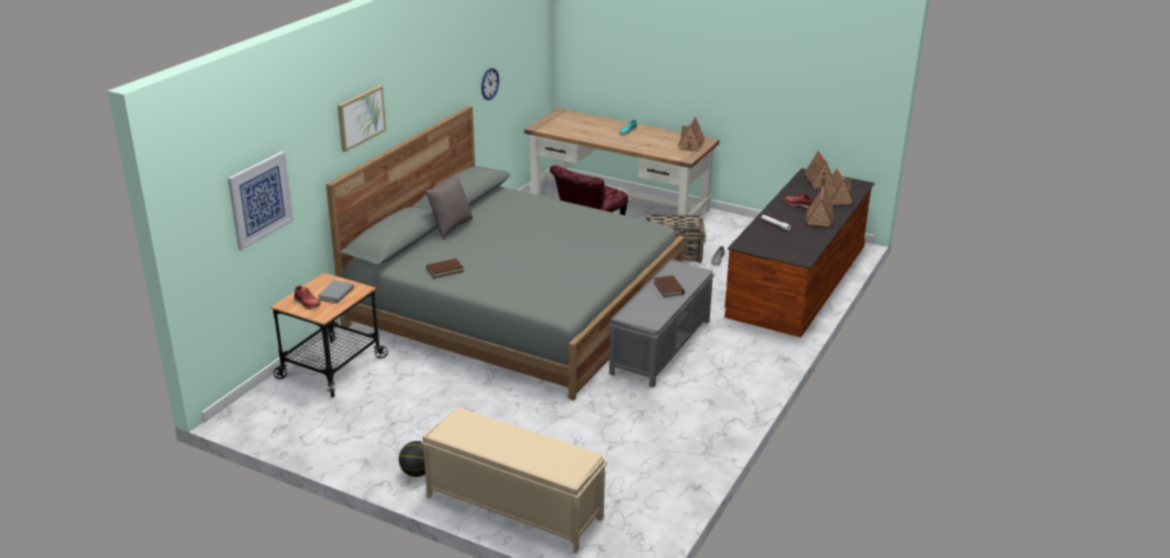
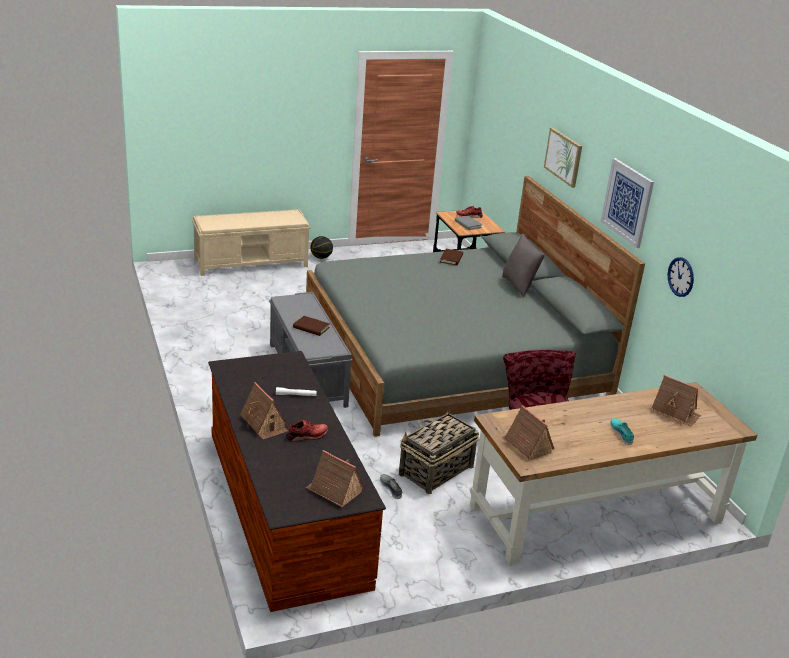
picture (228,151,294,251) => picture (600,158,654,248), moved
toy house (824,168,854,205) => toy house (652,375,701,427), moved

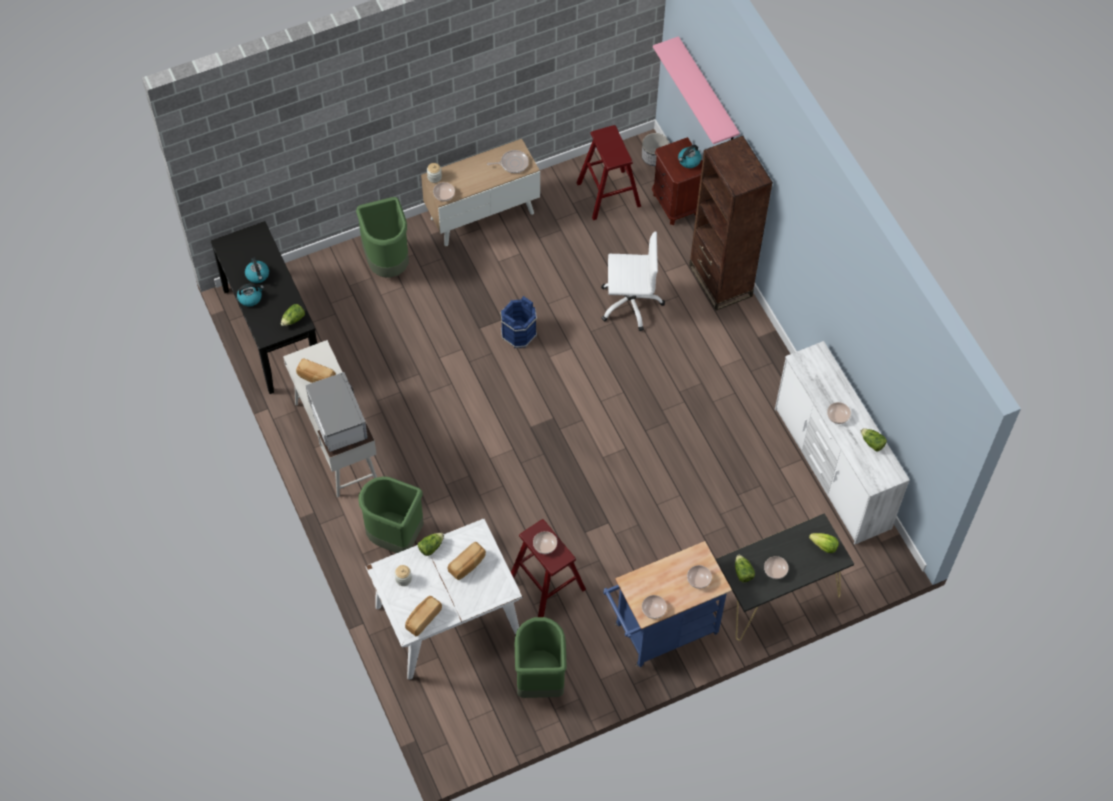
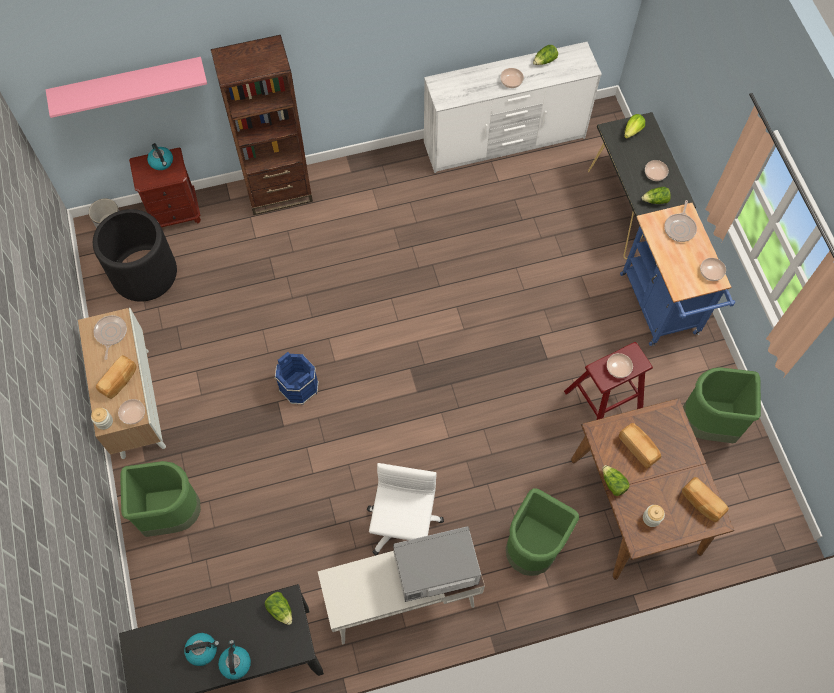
stool/red (577,125,641,220) => planter/black (93,209,177,302)
bread (296,358,336,383) => bread (96,355,137,399), moved
office chair/white (601,231,665,331) => office chair/white (367,463,444,556), moved
dining table/white (365,518,523,680) => dining table/brown (571,398,734,580)
bowl (687,565,712,589) => frying pan (664,200,697,242)

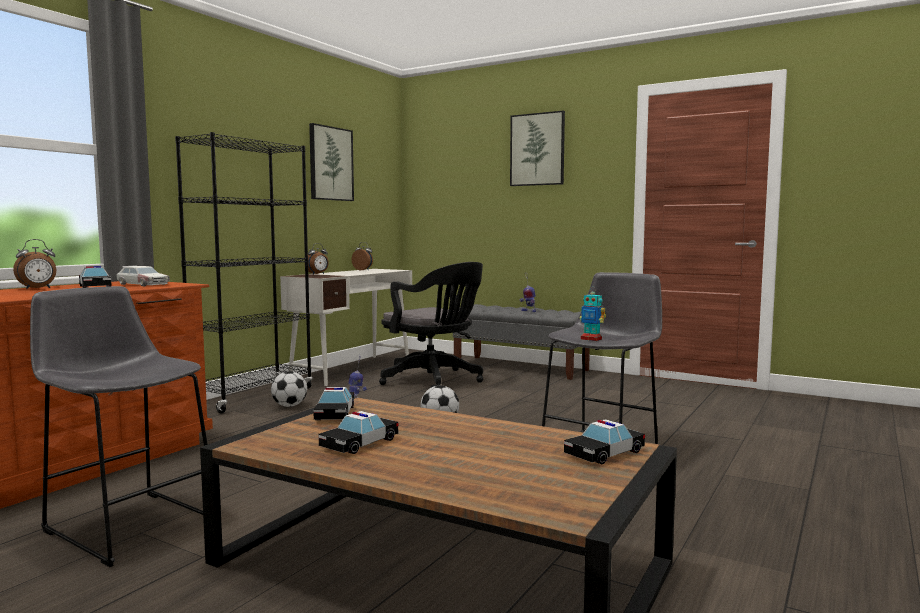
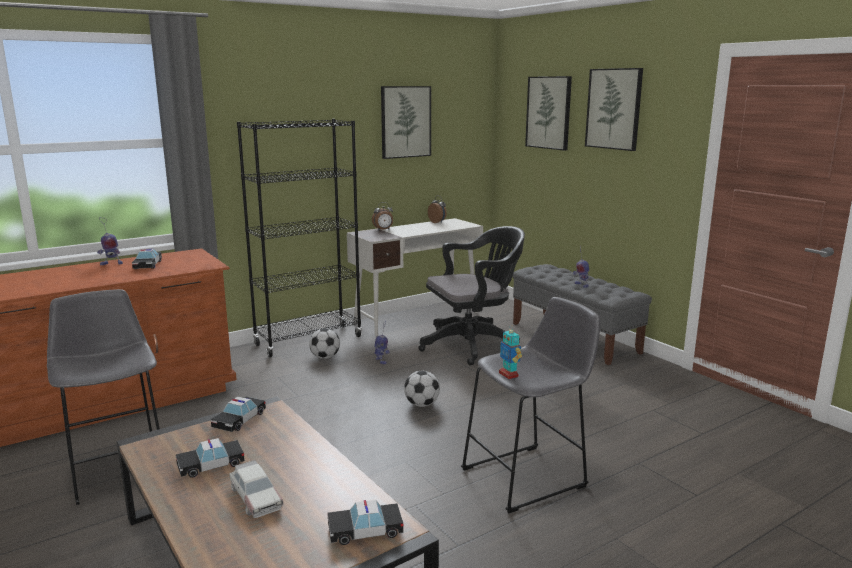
alarm clock (13,239,56,289) => toy robot (97,217,123,265)
toy car (116,265,170,286) => toy car (229,460,284,518), moved
office chair/black (379,262,483,387) => office chair/black (418,226,525,365), 90 degrees counterclockwise
nothing => picture (525,76,572,151)

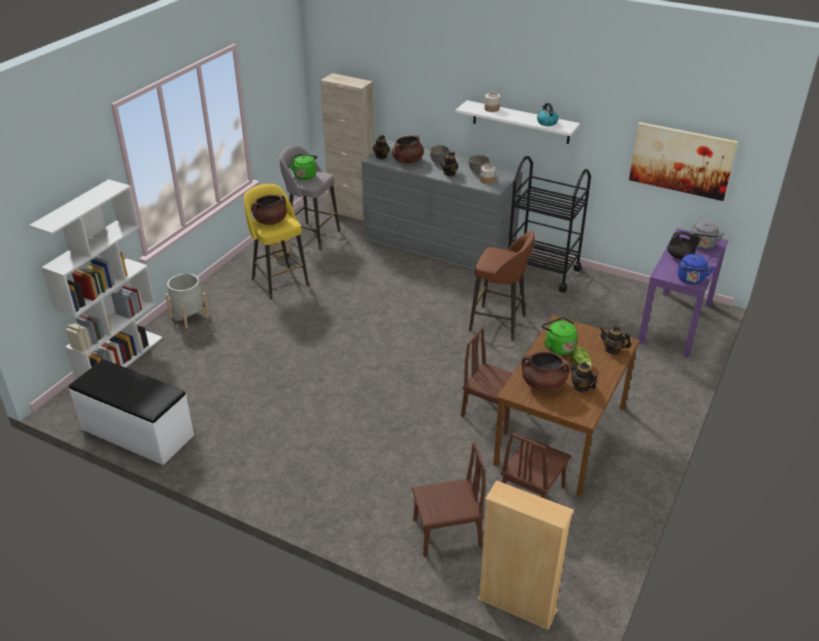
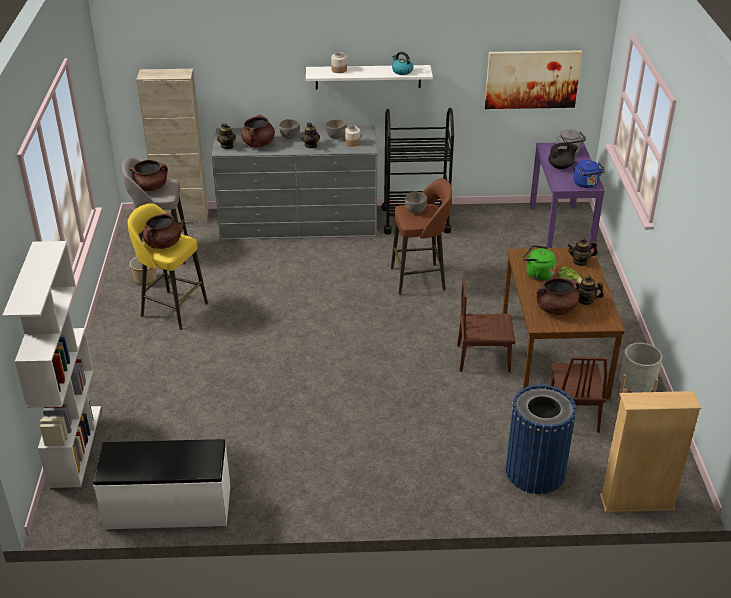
kettle/green (290,154,318,180) => cooking pot/brown (130,160,168,191)
nothing => bowl/grey (405,192,427,214)
chair/brown (412,442,485,557) => trash can/blue (506,384,576,494)
planter/grey (165,274,209,328) => planter/grey (618,343,662,401), moved

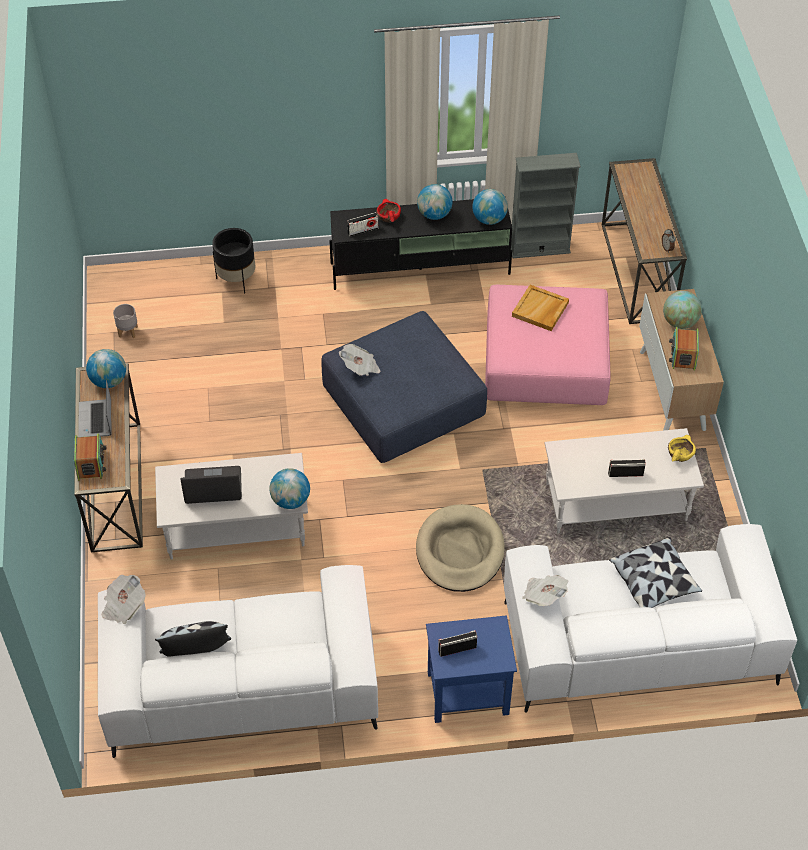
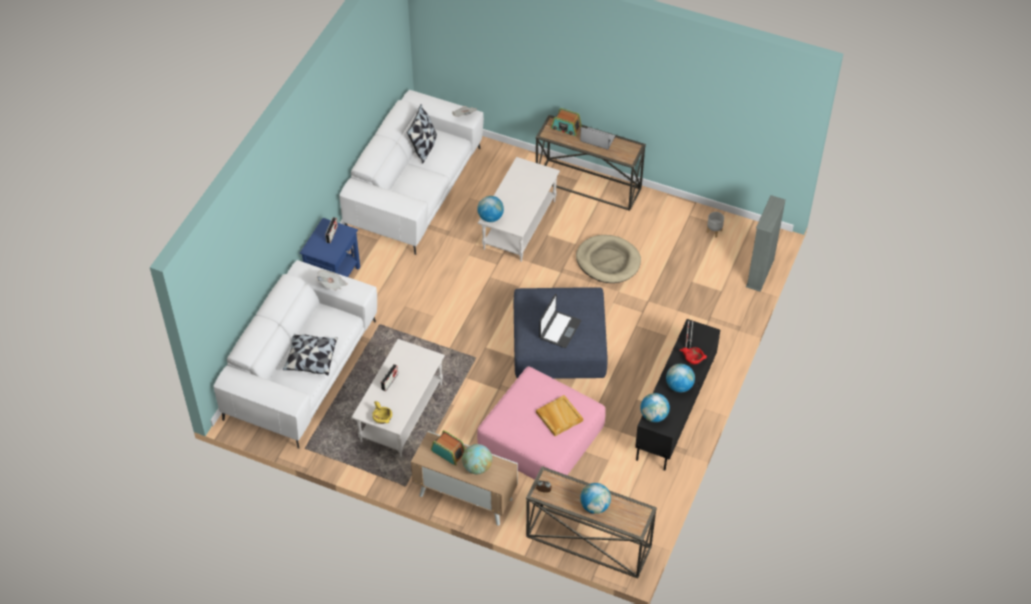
laptop (180,466,242,504) => laptop (539,294,581,348), moved
dog bed/beige (416,504,505,592) => dog bed/beige (576,235,641,283), moved
globe (86,349,126,388) => globe (580,483,611,514), moved
bookcase/grey (511,153,581,258) => bookcase/grey (746,195,786,292), moved
planter/black (212,228,255,293) => nothing
newspaper (339,344,381,376) => nothing

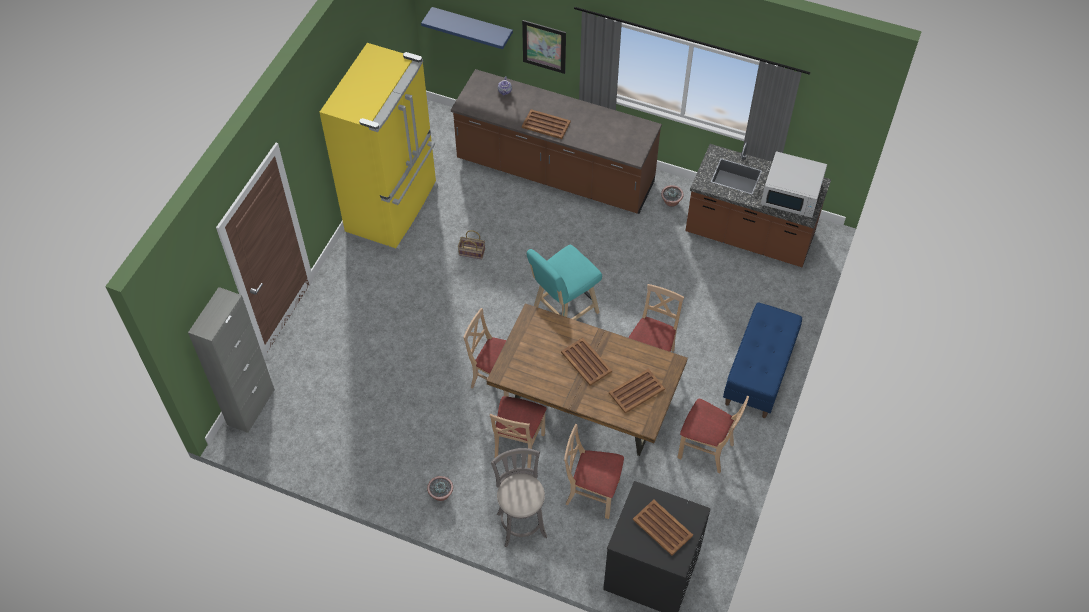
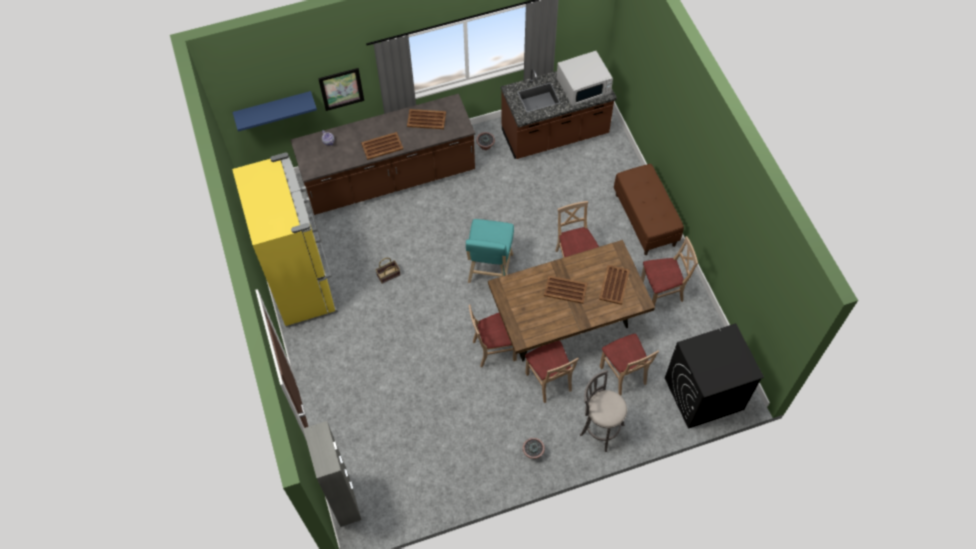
tray/brown (633,499,693,556) => tray/brown (407,109,446,129), moved
chair/beige (564,424,624,519) => chair/beige (600,334,659,396), 90 degrees counterclockwise
bench/blue (723,302,802,418) => bench/brown (614,164,684,255)

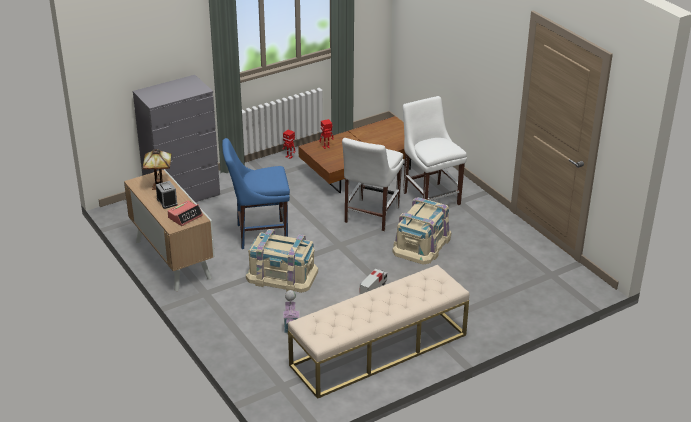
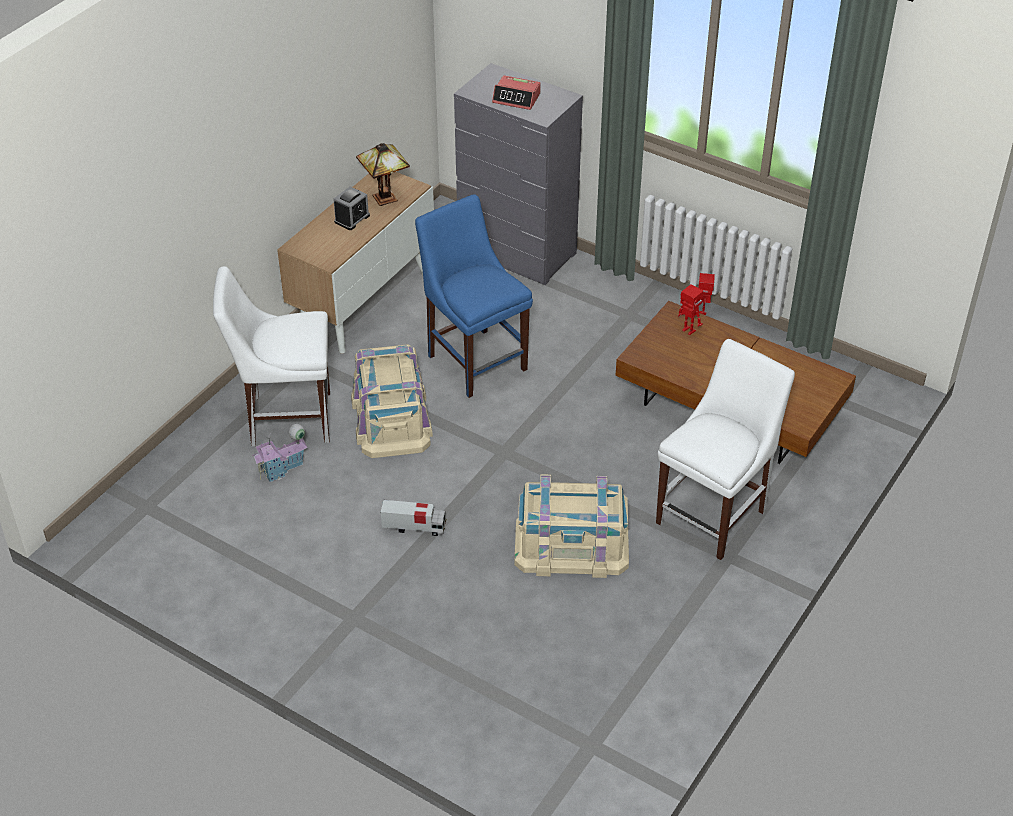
chair/white (342,138,404,231) => chair/white (213,266,330,446), moved
alarm clock (167,200,203,226) => alarm clock (492,75,541,110), moved
bench/beige (288,265,469,399) => nothing

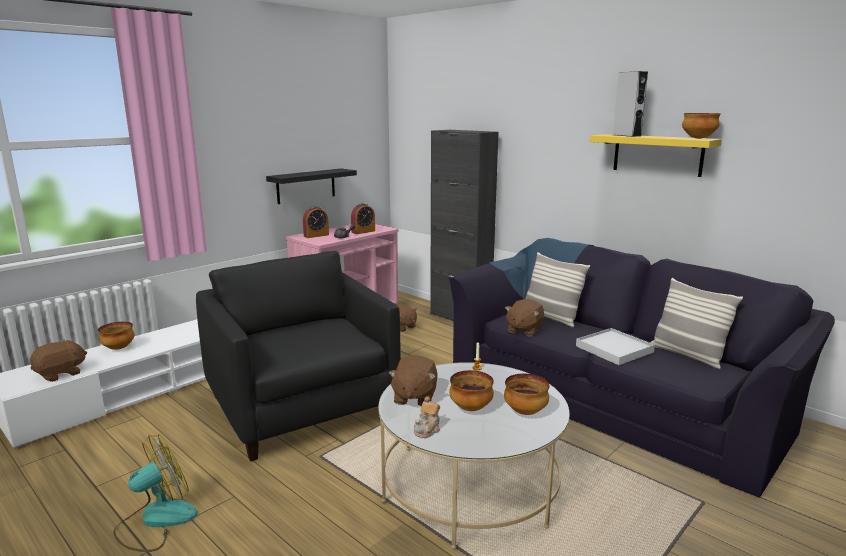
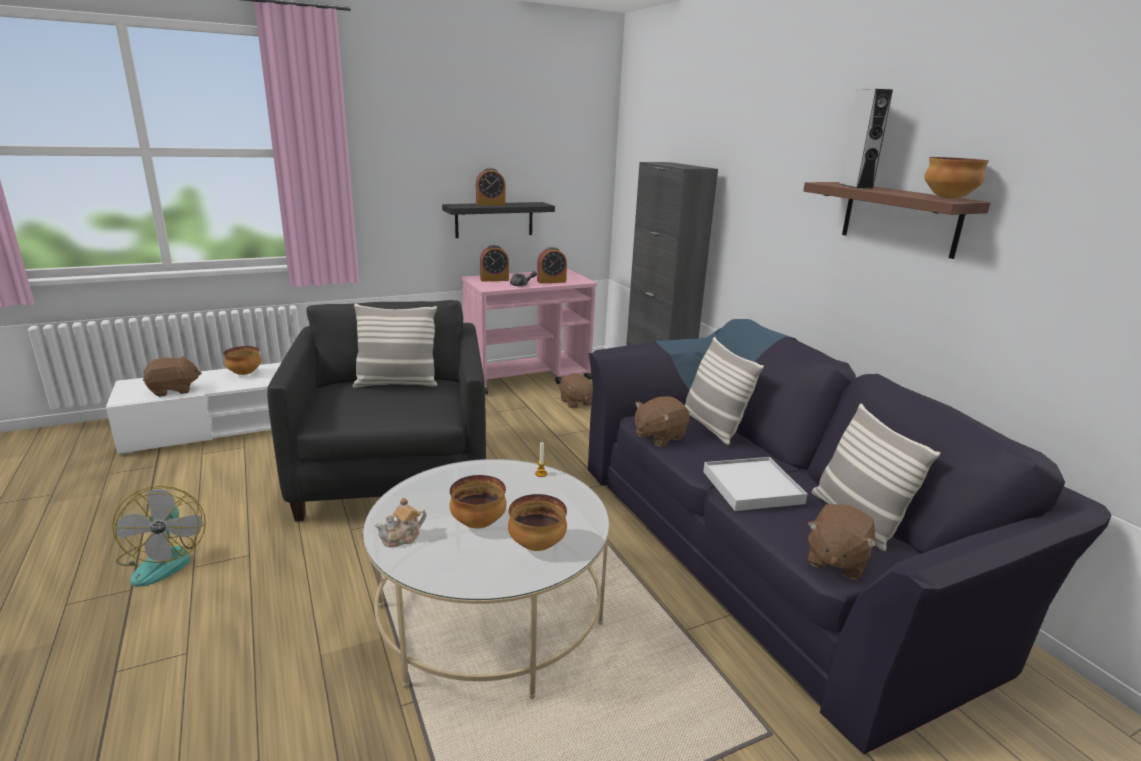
fan (113,434,198,552) => fan (112,486,206,587), 90 degrees clockwise
nothing => pillow (353,304,437,388)
nothing => alarm clock (476,168,506,206)
shelf/yellow (590,134,722,177) => shelf/brown (803,182,990,259)
plush toy/brown (389,355,438,406) => plush toy/brown (807,504,877,580), moved

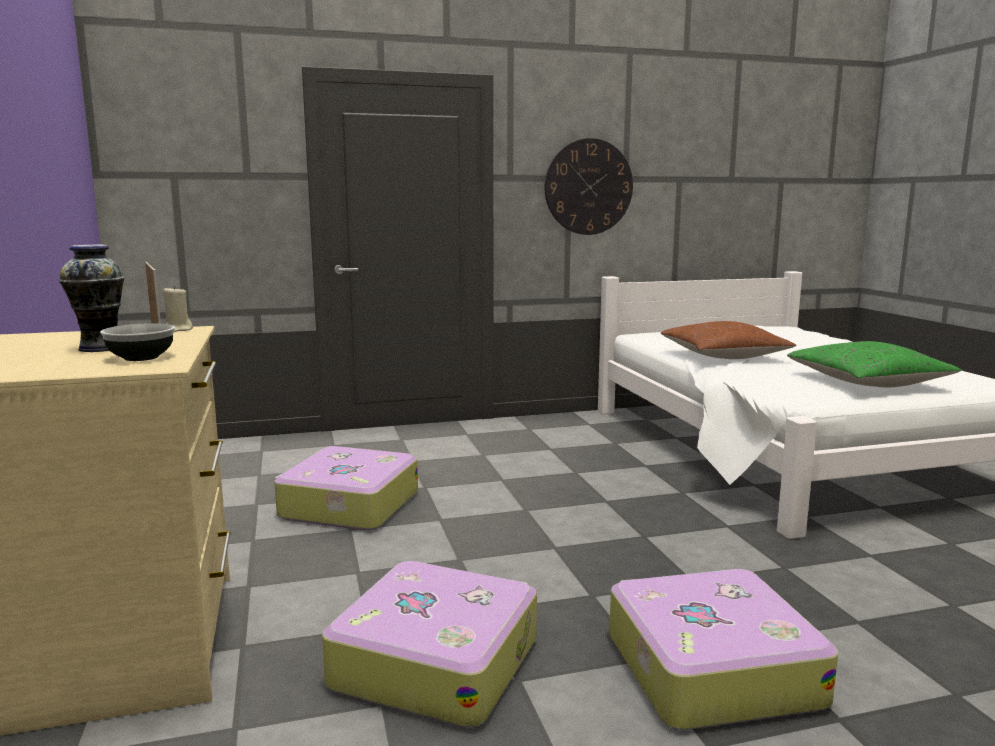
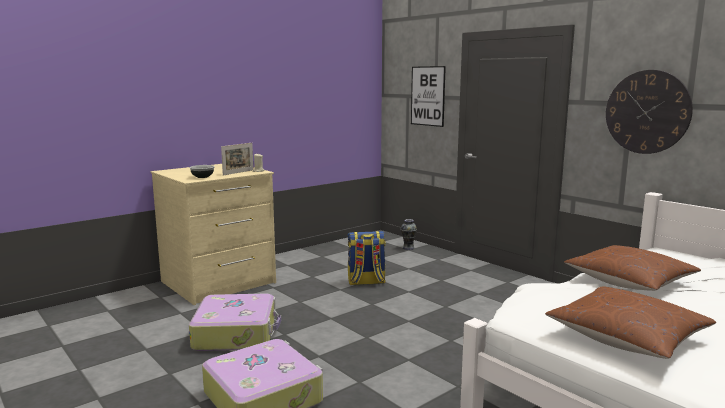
suitcase (274,446,418,531) => backpack (348,231,386,285)
vase (59,245,125,352) => vase (400,219,417,250), moved
nothing => picture (411,66,446,127)
pillow/green (787,341,962,387) => pillow/brown (545,287,716,359)

